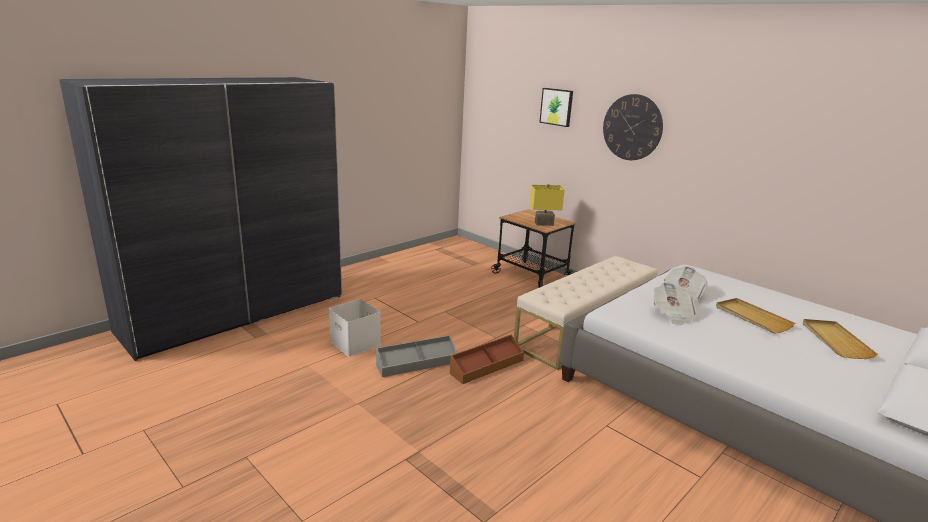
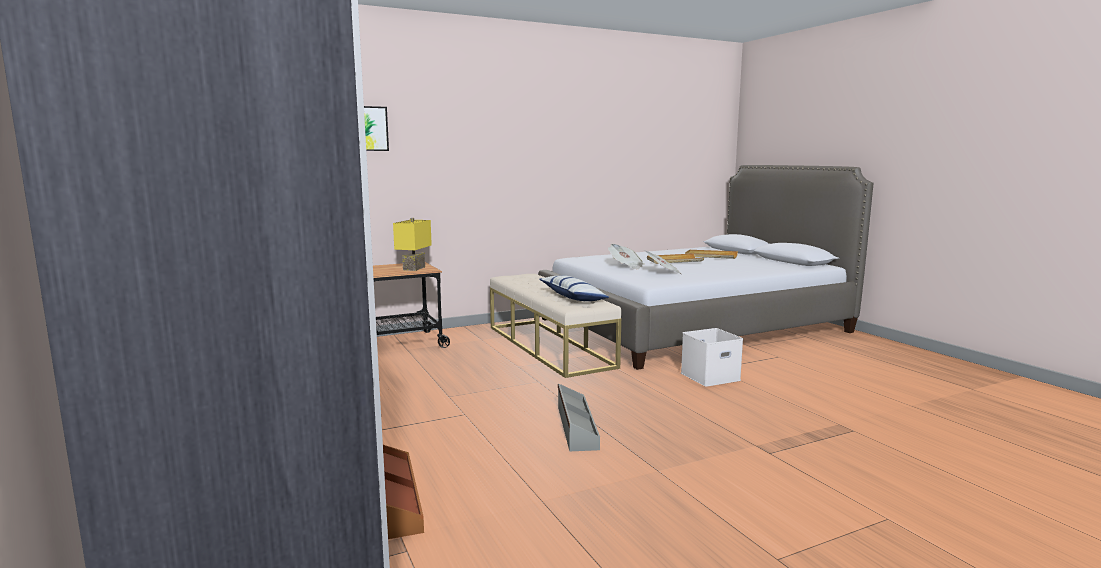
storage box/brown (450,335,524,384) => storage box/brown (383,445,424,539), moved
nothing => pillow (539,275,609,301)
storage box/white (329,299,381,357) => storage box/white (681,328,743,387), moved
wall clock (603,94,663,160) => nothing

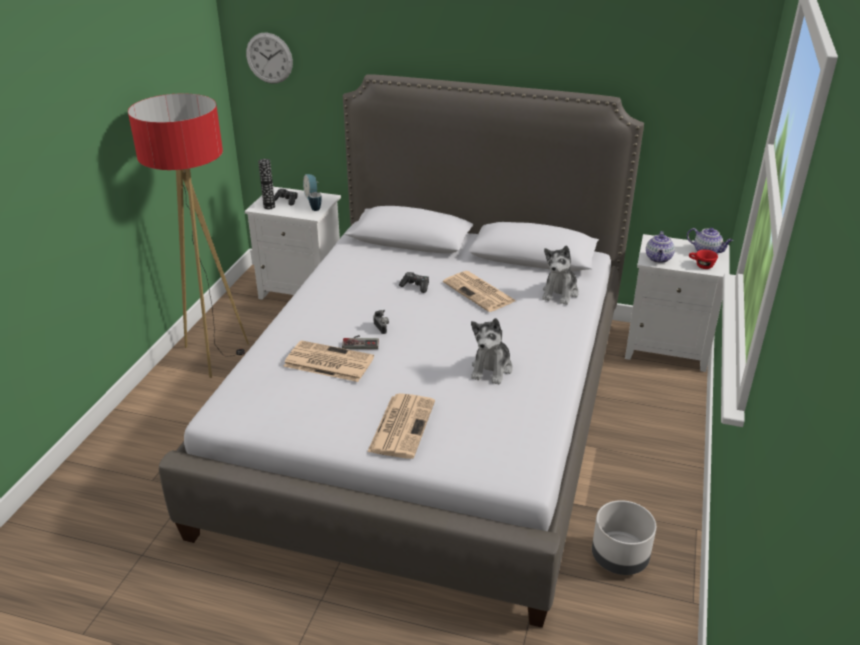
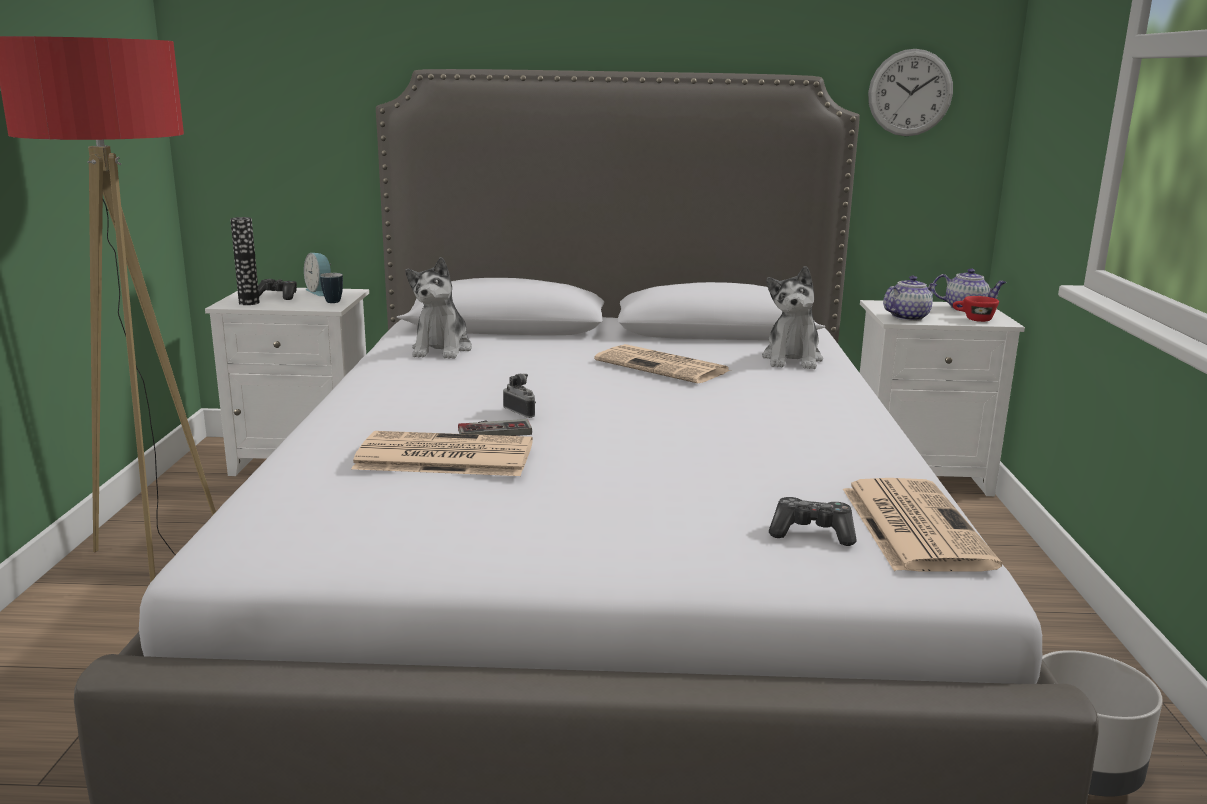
plush toy (471,318,513,385) => plush toy (406,257,472,359), moved
game controller (399,272,429,293) => game controller (769,497,857,546), moved
newspaper (367,393,435,459) => newspaper (843,478,1002,571), moved
wall clock (246,33,293,84) => wall clock (868,49,953,136), moved
teapot (646,231,675,263) => teapot (883,276,937,321), 120 degrees counterclockwise

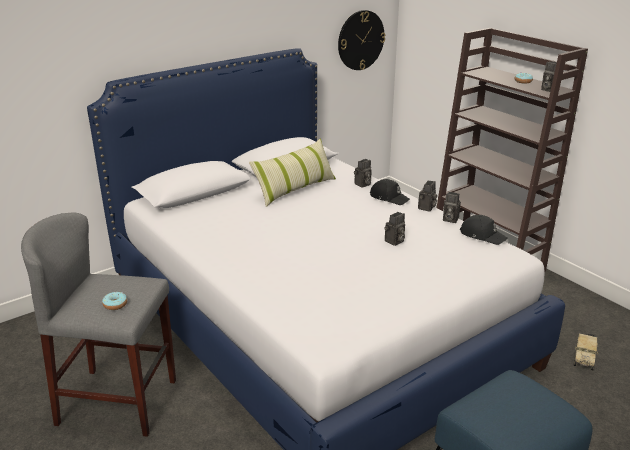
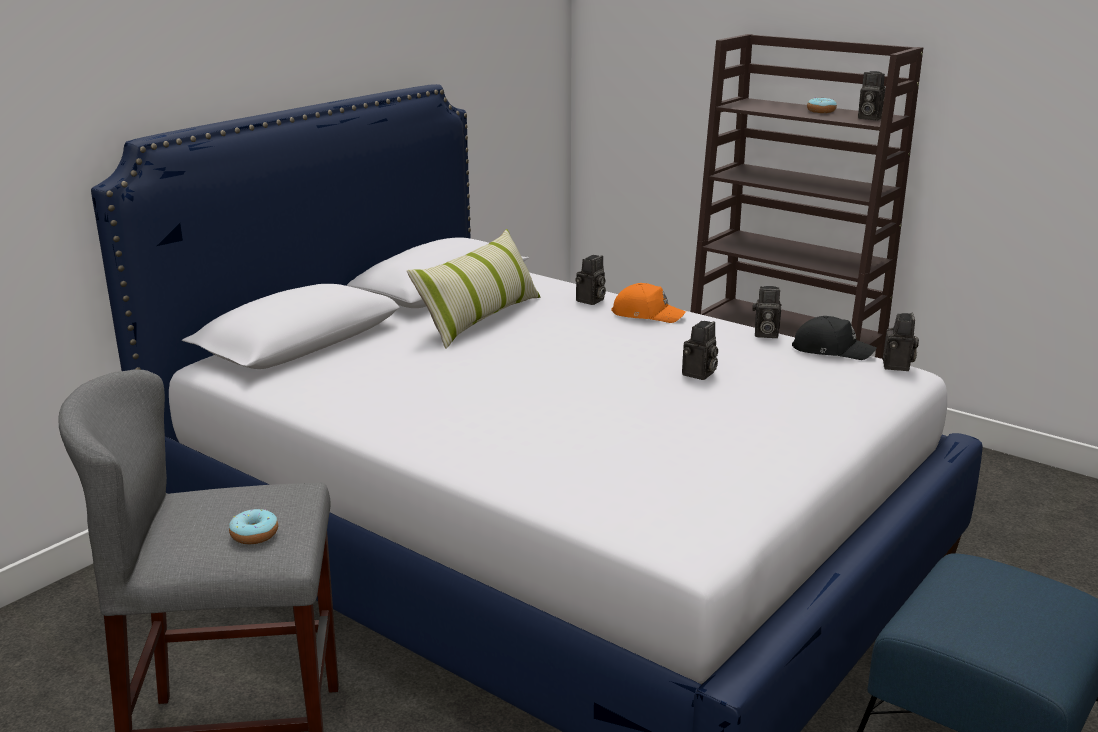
cap/black (370,179,410,205) => cap/orange (612,283,686,323)
photo camera (418,181,437,212) => photo camera (883,312,919,371), moved
wall clock (338,10,385,70) => nothing
toy truck (574,333,598,371) => nothing

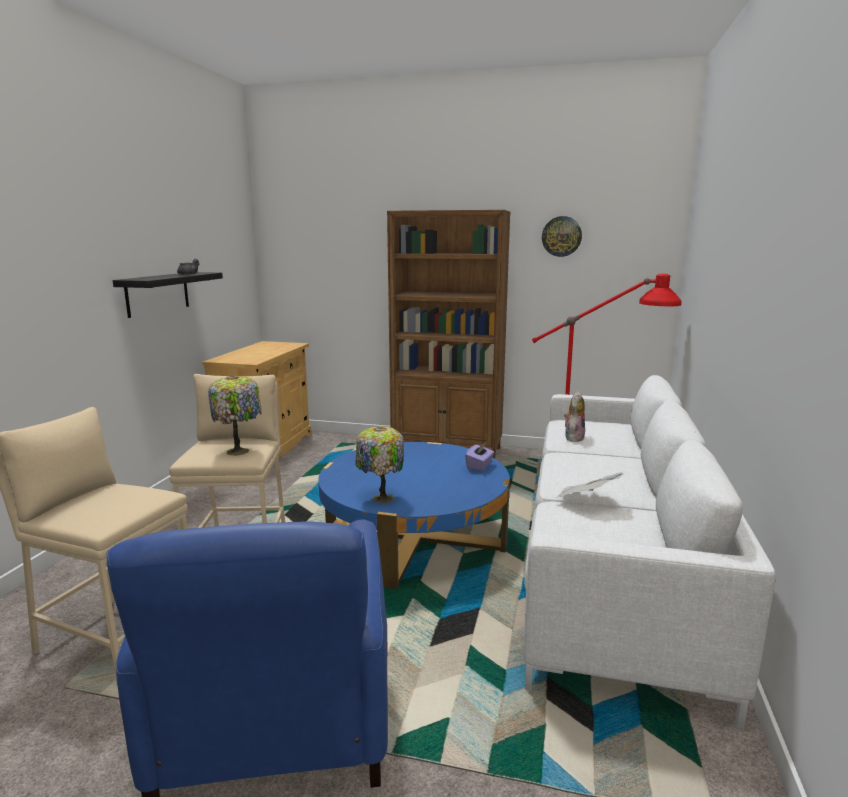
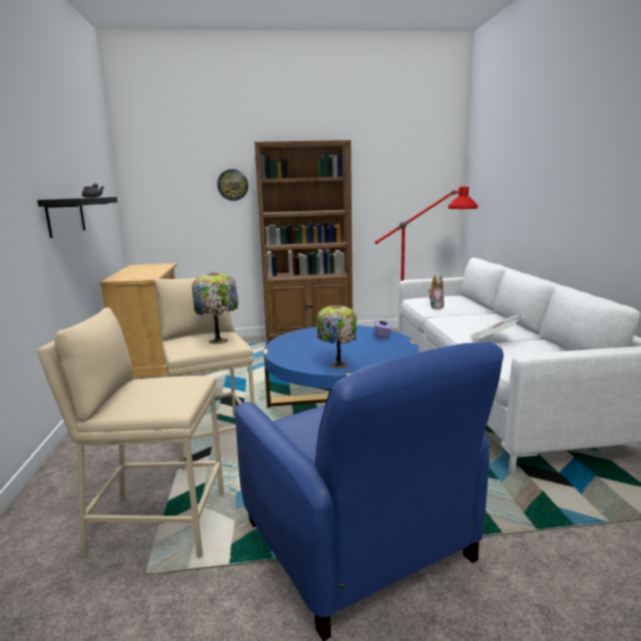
wall clock (542,216,582,257) => wall clock (217,169,248,201), moved

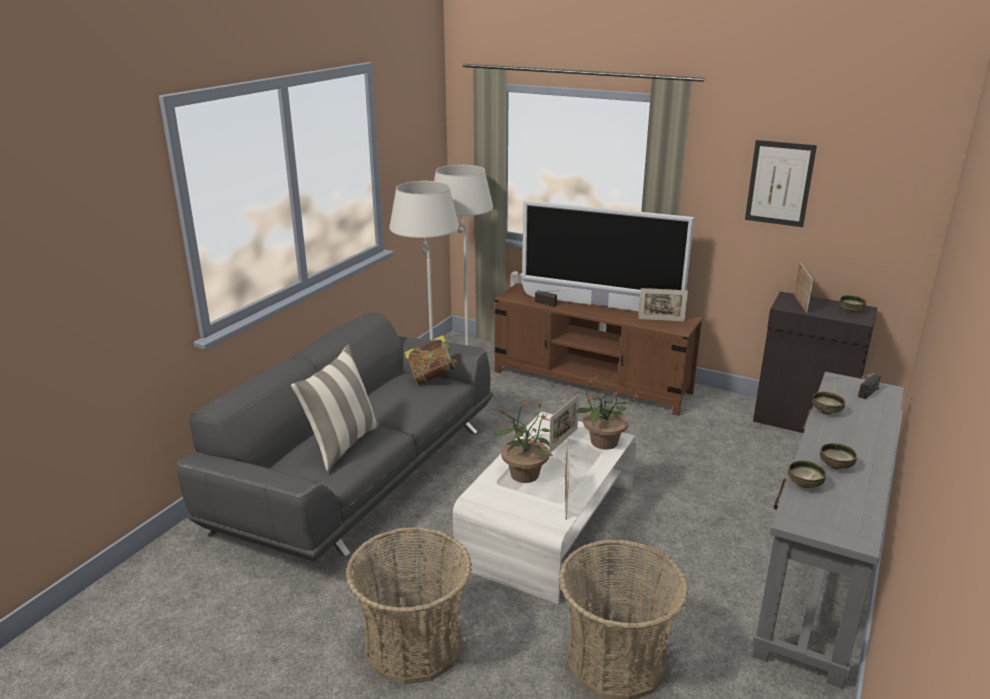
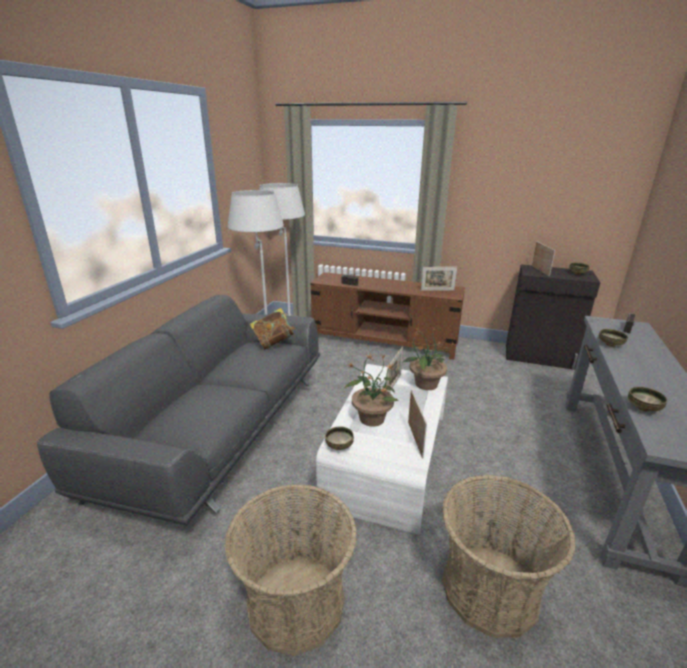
bowl (820,443,857,469) => bowl (325,426,354,450), moved
pillow (291,344,380,471) => nothing
television (522,201,694,311) => nothing
picture (745,140,817,227) => nothing

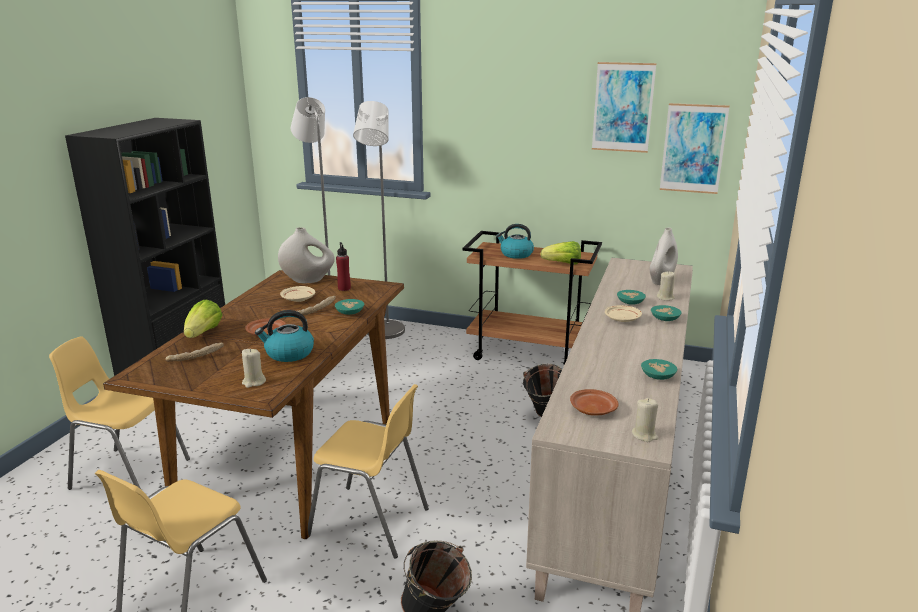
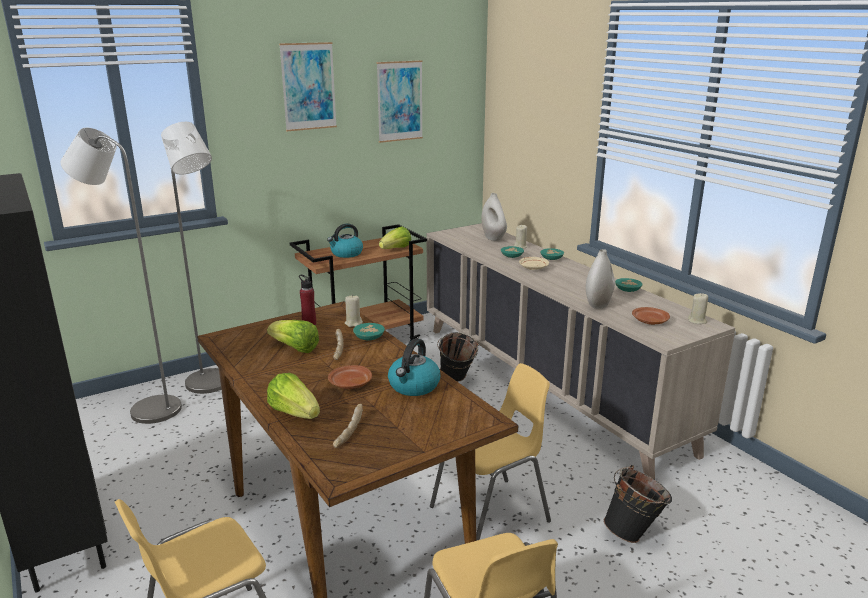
plate/beige (280,286,315,302) => lettuce (267,320,319,353)
picture (660,103,730,194) => picture (279,42,337,131), moved
candle/beige (242,349,266,388) => candle/beige (345,294,363,327), moved
vase/white (278,227,335,283) => vase/white (586,249,615,309), moved

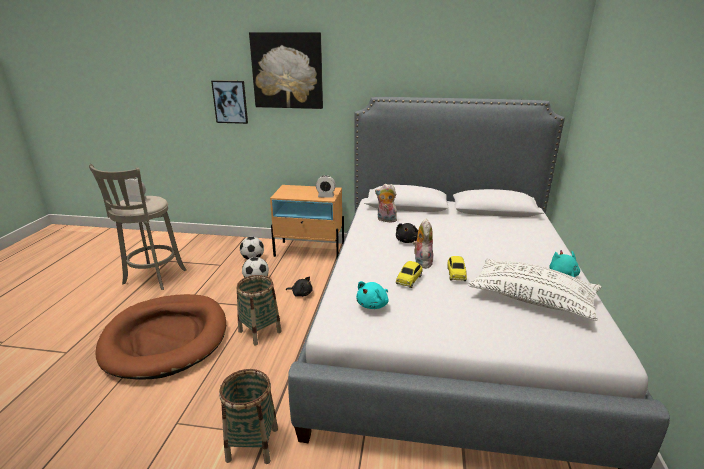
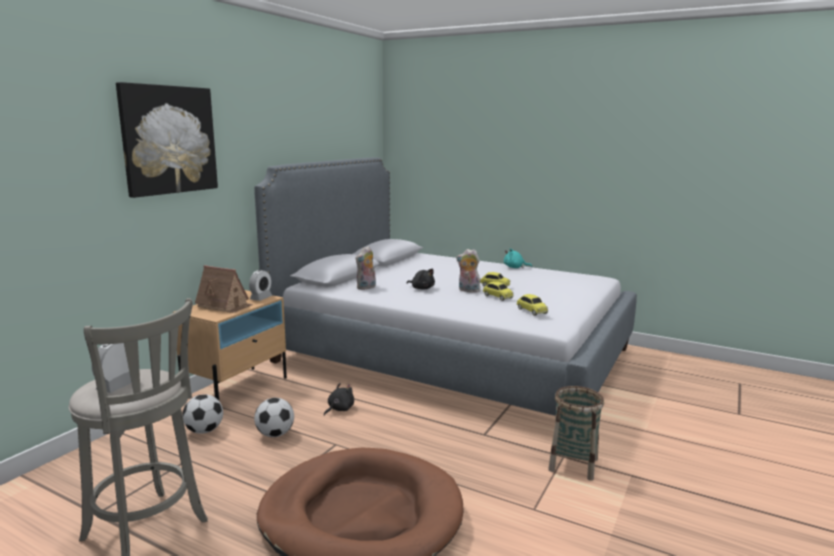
nothing => toy house (195,265,253,313)
plush toy/turquoise (356,281,389,309) => toy car (517,294,548,316)
picture (211,80,248,124) => nothing
basket (237,275,282,346) => nothing
pillow/white (468,258,602,321) => nothing

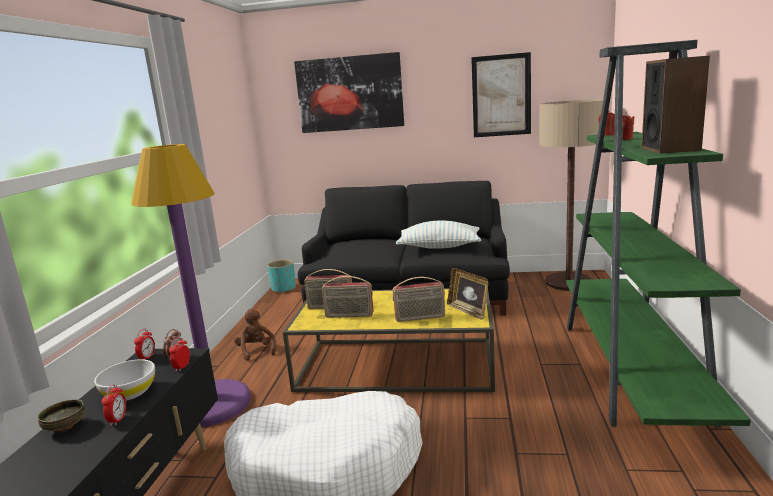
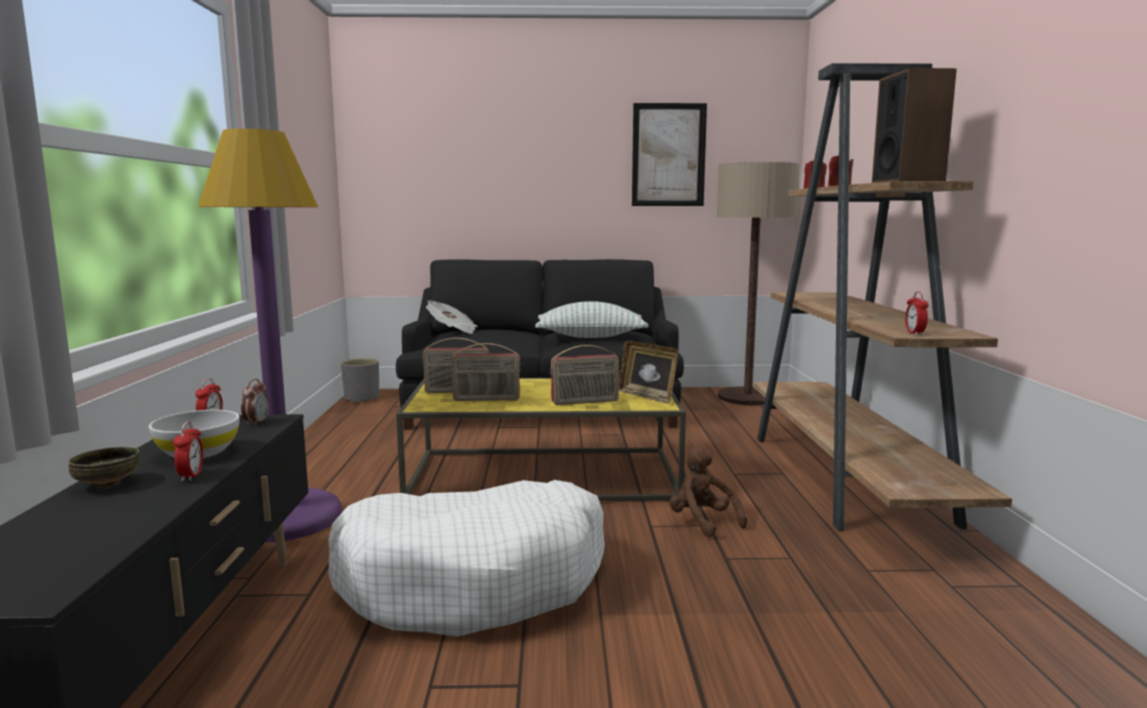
planter/turquoise (267,260,296,293) => planter/grey (341,358,379,403)
nothing => newspaper (426,300,477,334)
plush toy/brown (234,309,276,361) => plush toy/brown (669,446,747,537), moved
bookcase/green (566,40,751,428) => bookcase/brown (753,63,1012,531)
alarm clock (169,337,190,371) => alarm clock (905,291,928,335), moved
picture (294,52,404,133) => nothing

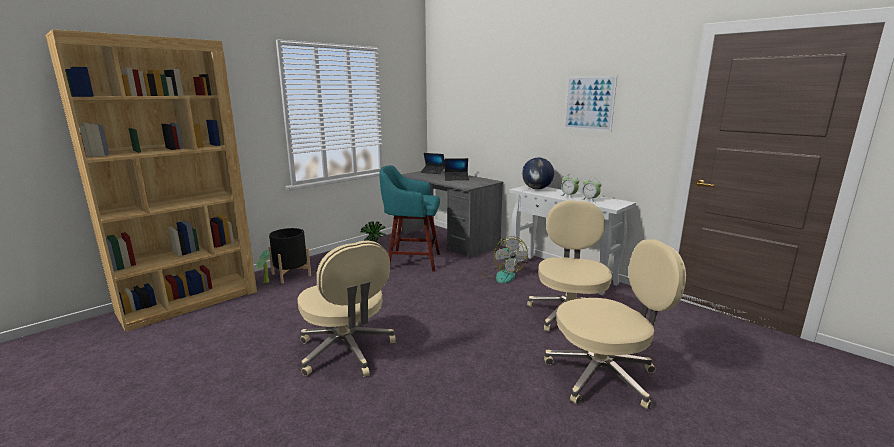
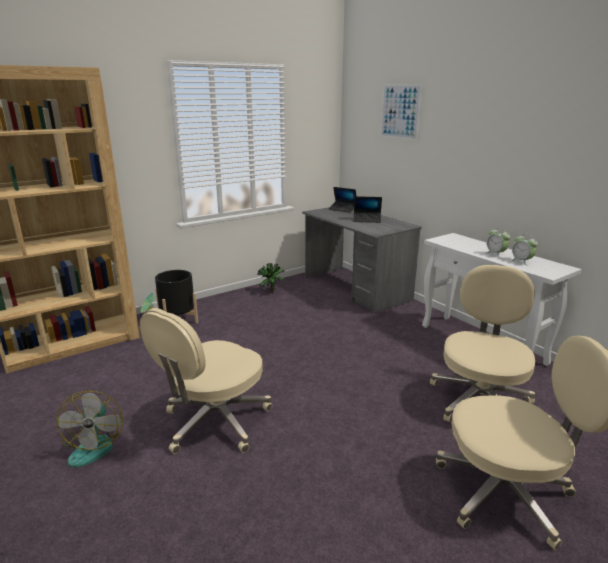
fan (481,236,528,283) => fan (57,391,123,468), moved
office chair/beige (298,241,396,377) => office chair/beige (140,308,272,454), 60 degrees clockwise
picture (564,76,617,132) => picture (380,84,422,140), moved
stool/turquoise (379,165,440,272) => nothing
globe (522,157,554,189) => nothing

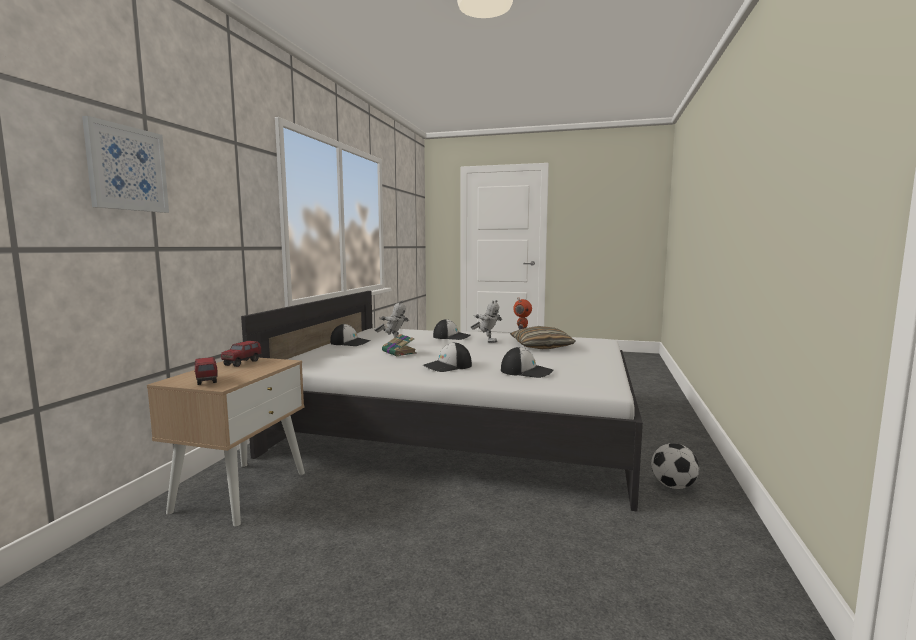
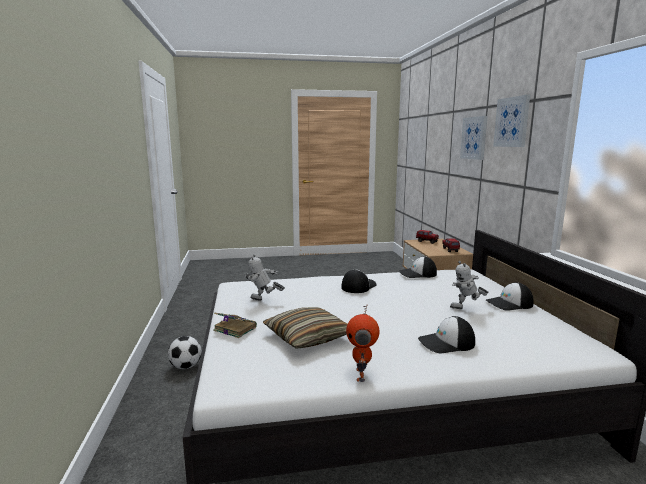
book (382,334,417,356) => book (213,312,257,338), moved
toy robot (471,300,502,343) => toy robot (245,254,285,301), moved
cap (501,347,553,378) => cap (399,257,437,278), moved
nothing => picture (493,95,530,147)

